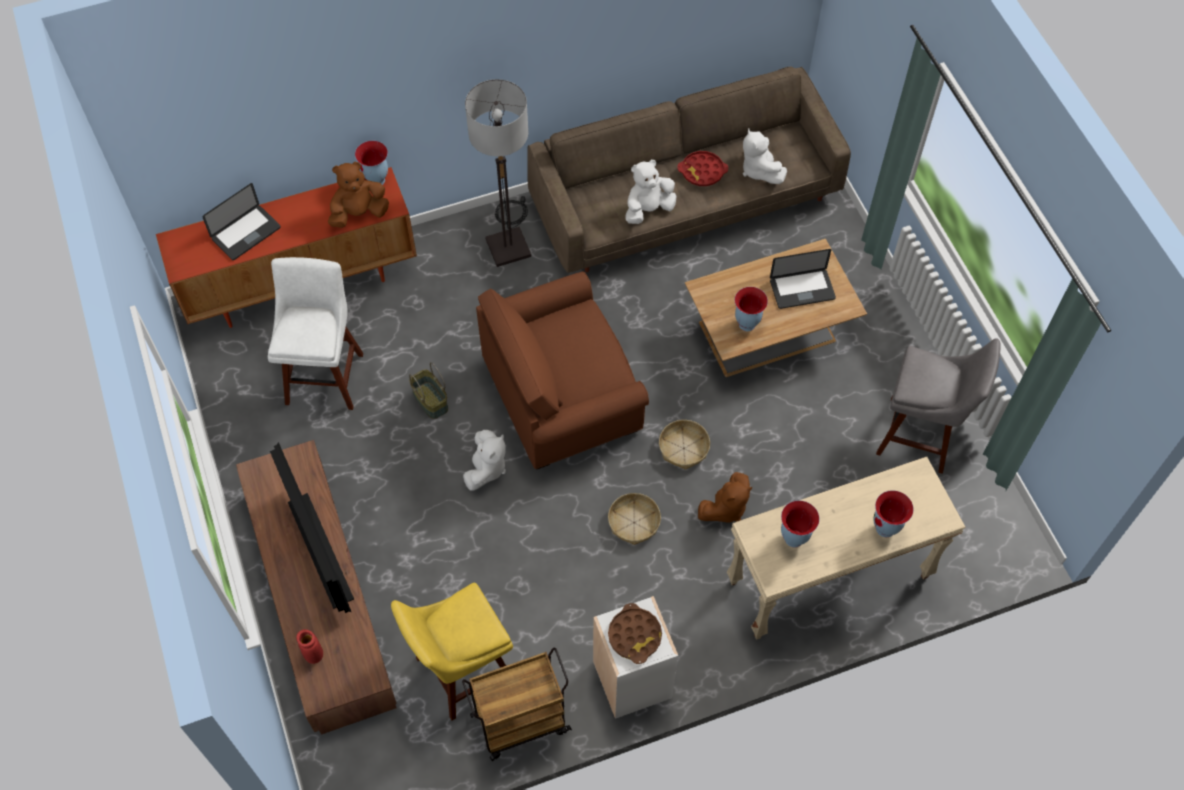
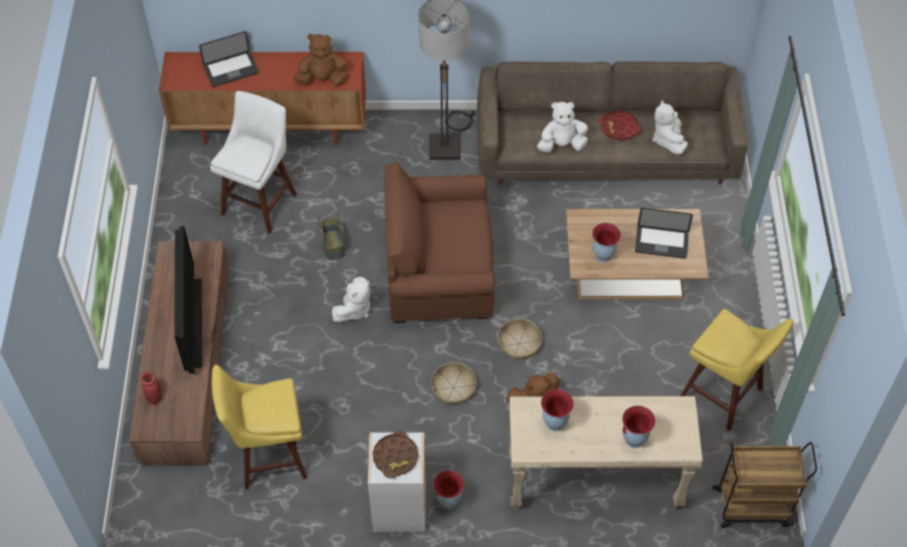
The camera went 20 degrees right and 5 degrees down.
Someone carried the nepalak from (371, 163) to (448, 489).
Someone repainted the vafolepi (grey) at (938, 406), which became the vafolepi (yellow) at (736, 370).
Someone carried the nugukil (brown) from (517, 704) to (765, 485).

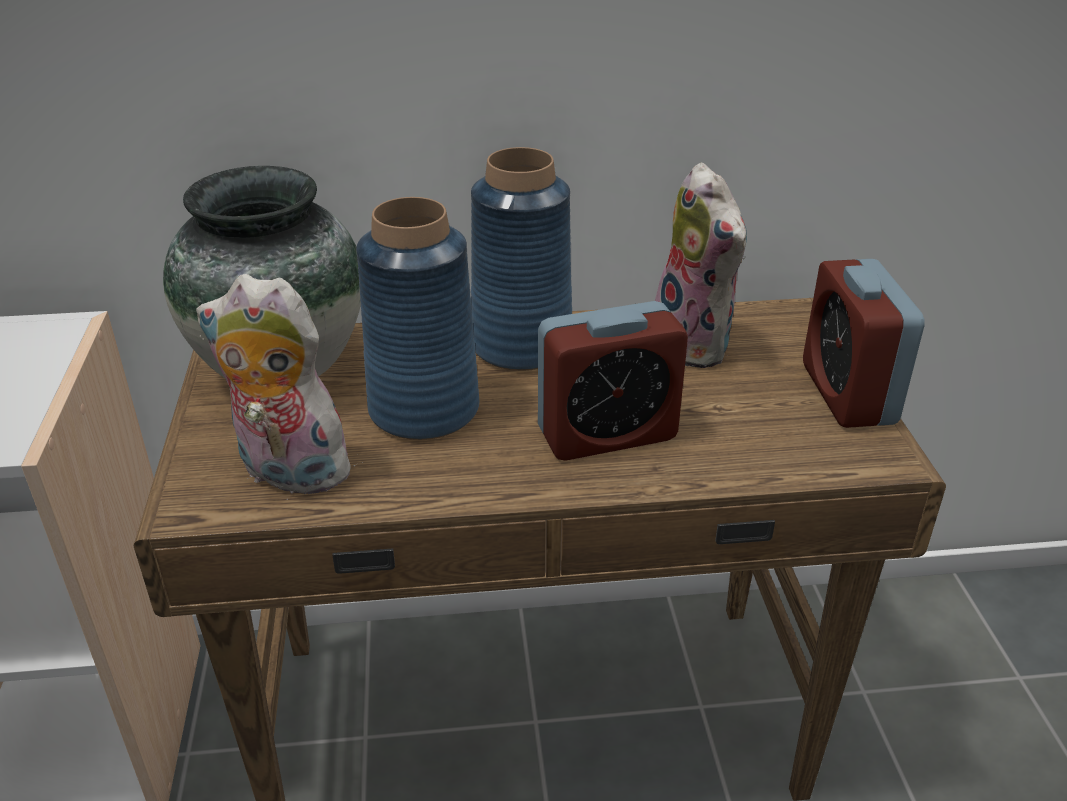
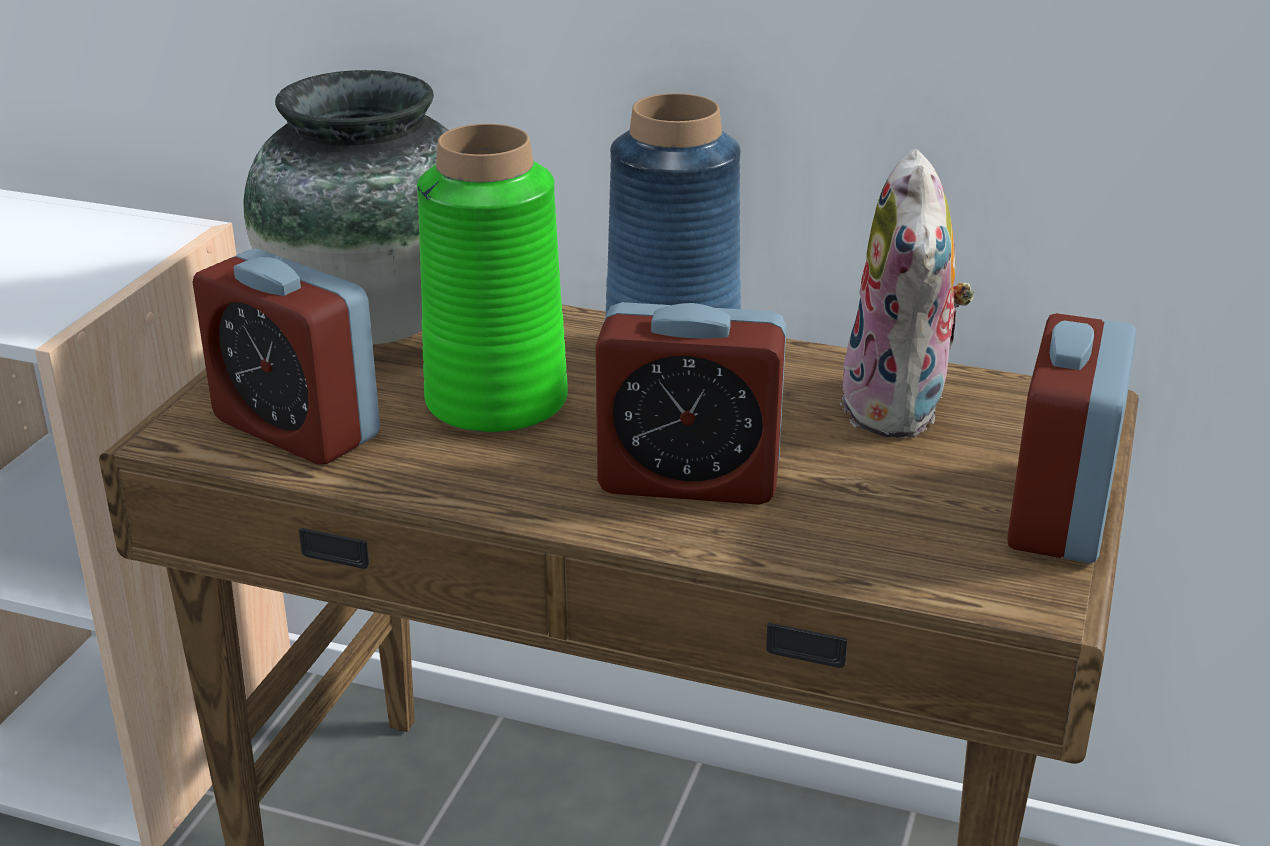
The camera went 25 degrees right and 5 degrees down.
Someone repainted the nepalak (blue) at (417, 318), which became the nepalak (green) at (492, 279).
Someone swapped the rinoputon at (279, 384) for the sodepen at (286, 357).

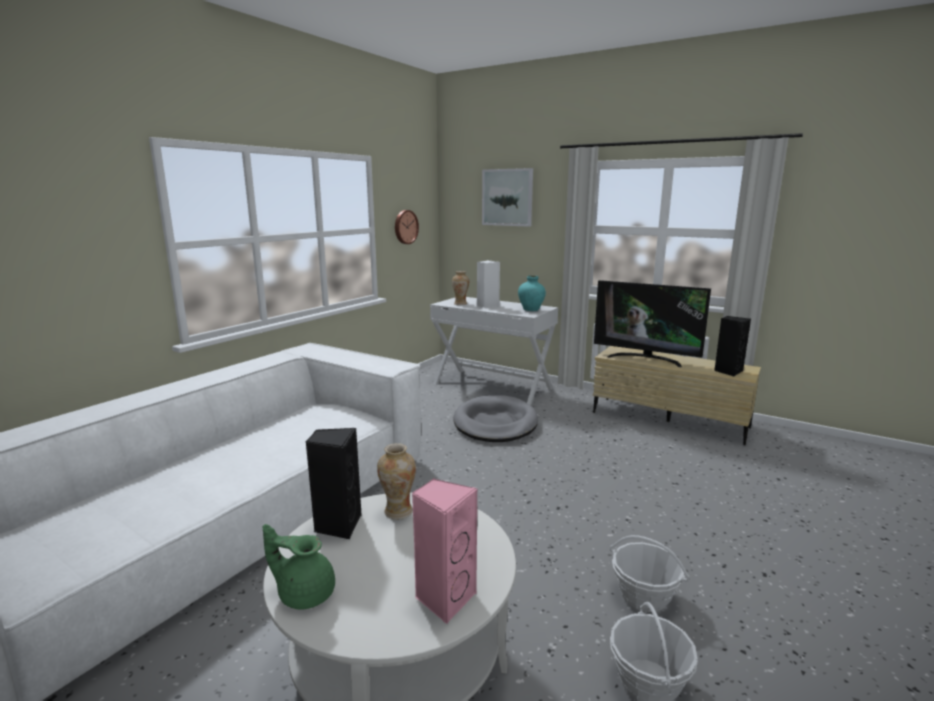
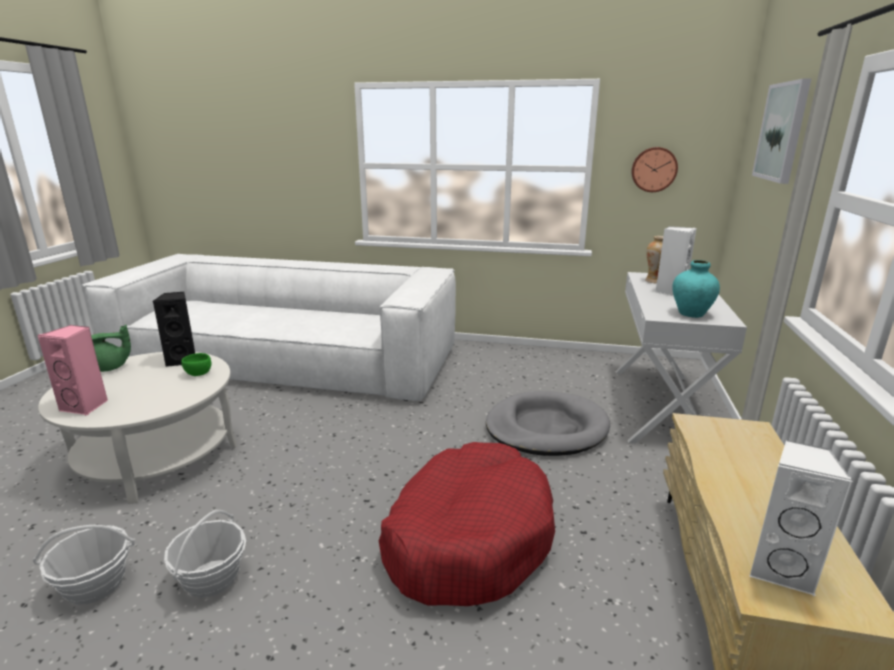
The camera went 70 degrees right and 5 degrees up.
Someone took away the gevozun at (652, 323).
Someone repainted the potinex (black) at (732, 346), which became the potinex (white) at (801, 518).
Someone swapped the nepalak at (396, 481) for the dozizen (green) at (196, 364).
Someone rotated the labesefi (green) at (299, 567) by 75 degrees clockwise.
Someone put down the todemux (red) at (467, 524).

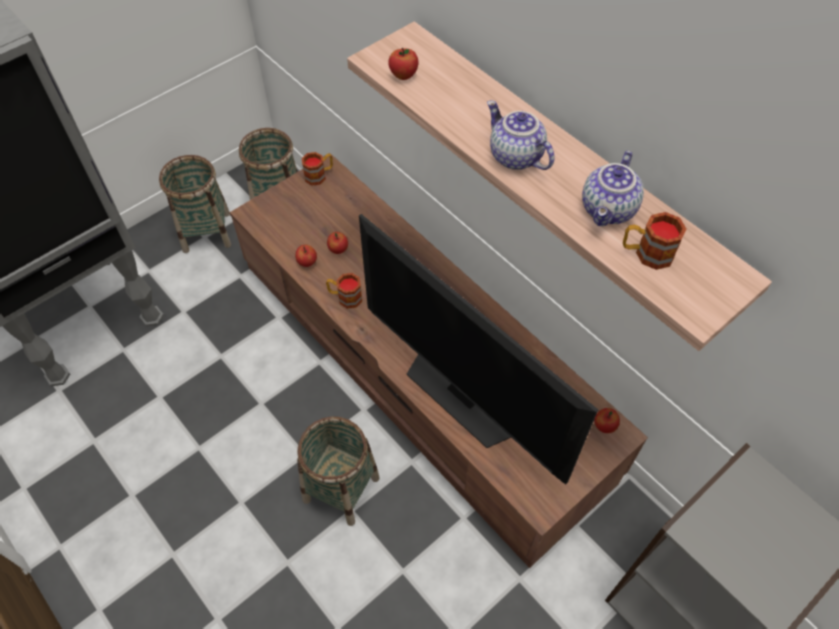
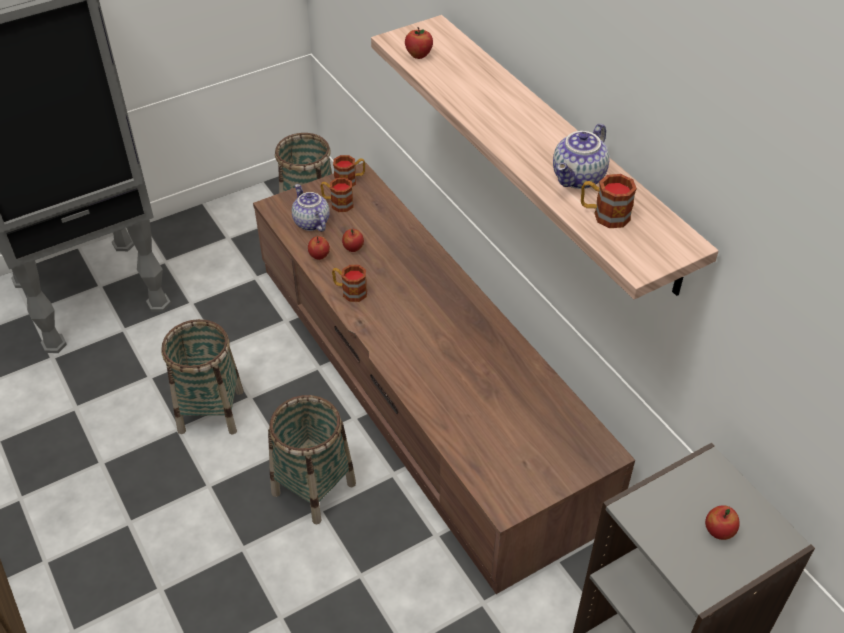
The camera went 10 degrees right and 10 degrees down.
Someone carried the labesefi from (520, 135) to (311, 208).
Someone carried the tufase from (195, 204) to (202, 377).
Someone took away the gevozun at (478, 349).
Someone carried the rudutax from (607, 420) to (722, 522).
Someone put down the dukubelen at (336, 195).

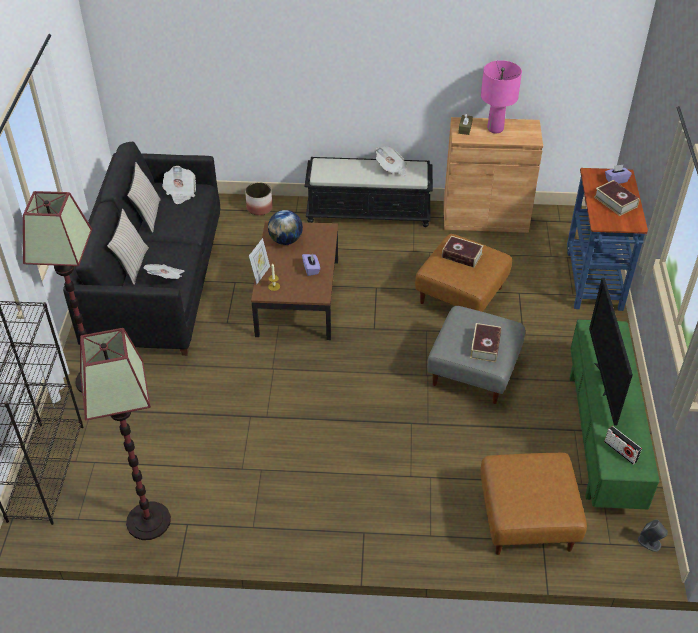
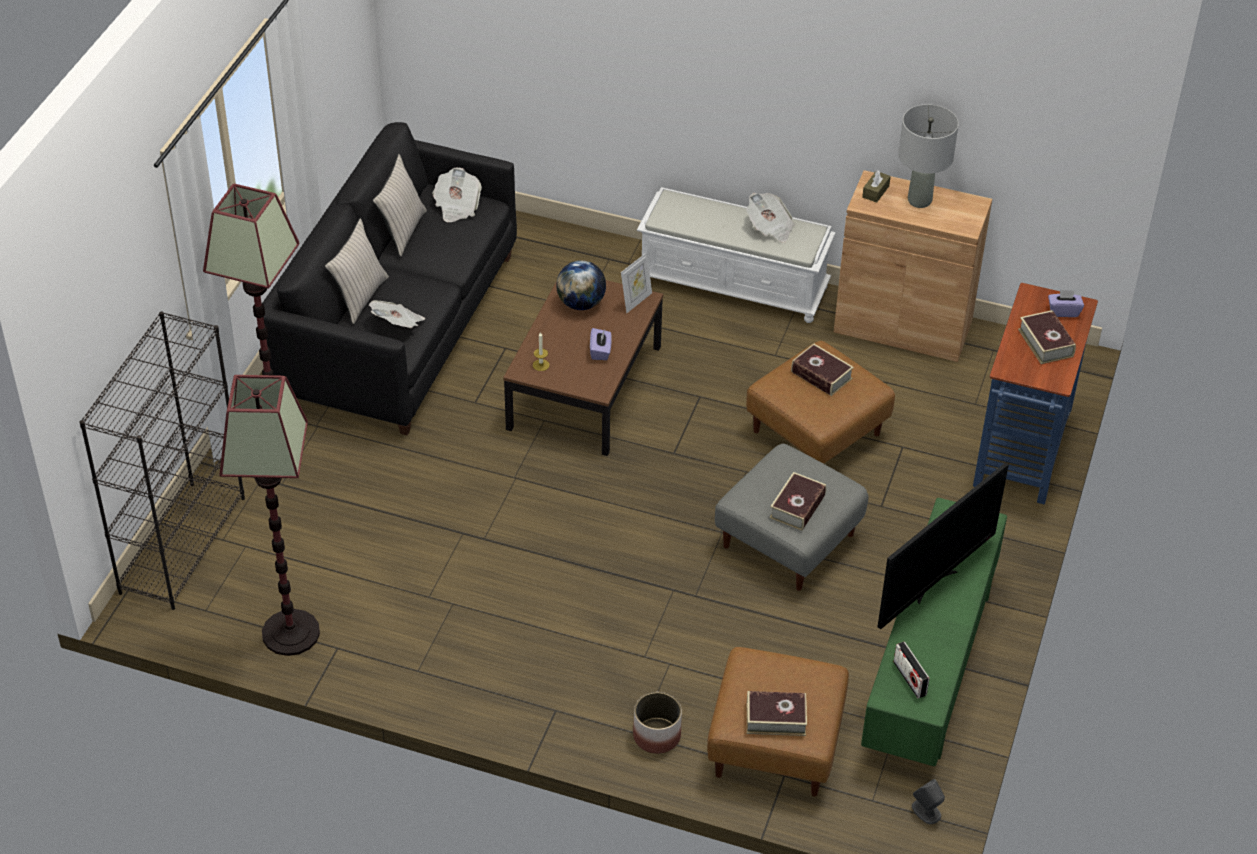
The camera went 15 degrees right and 0 degrees up.
Someone repainted the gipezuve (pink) at (501, 96), which became the gipezuve (grey) at (928, 156).
Someone repainted the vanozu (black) at (368, 192), which became the vanozu (white) at (736, 255).
Someone carried the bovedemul from (259, 198) to (657, 723).
Someone carried the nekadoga from (259, 261) to (636, 282).
Someone rotated the gevozun at (611, 352) by 150 degrees counterclockwise.
Someone put down the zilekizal at (777, 713).

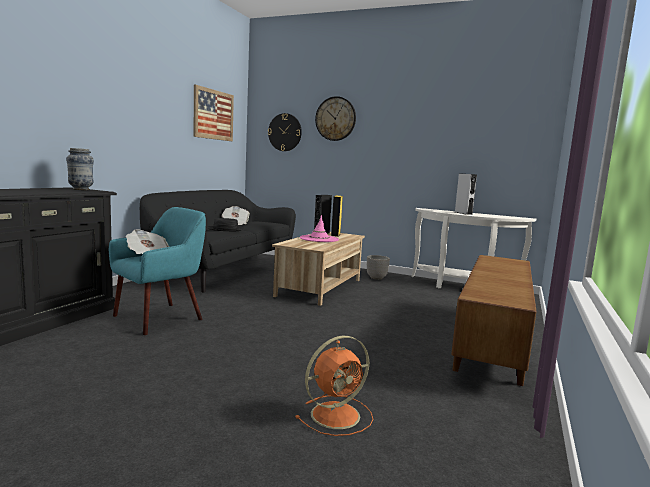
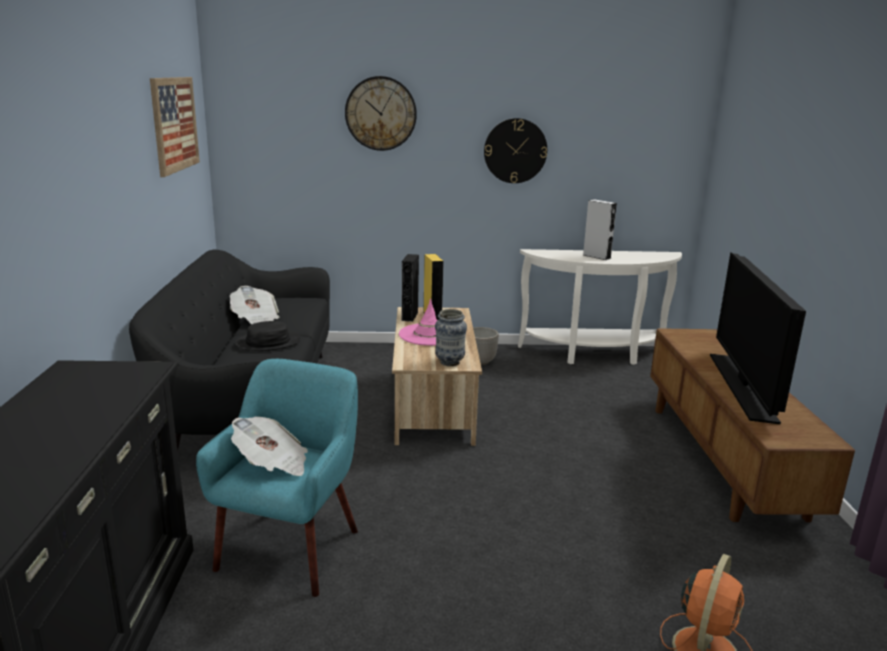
The camera went 25 degrees left and 10 degrees up.
Someone carried the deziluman from (285, 132) to (515, 150).
Someone carried the nepalak from (80, 169) to (451, 337).
Someone put down the gevozun at (758, 338).

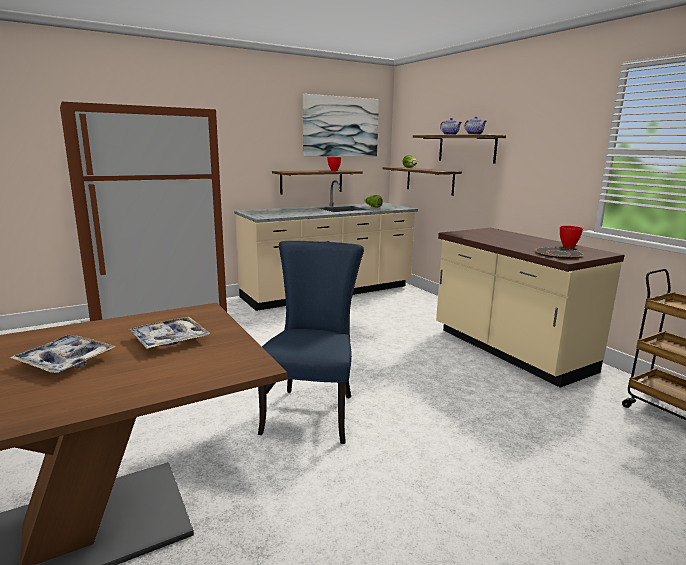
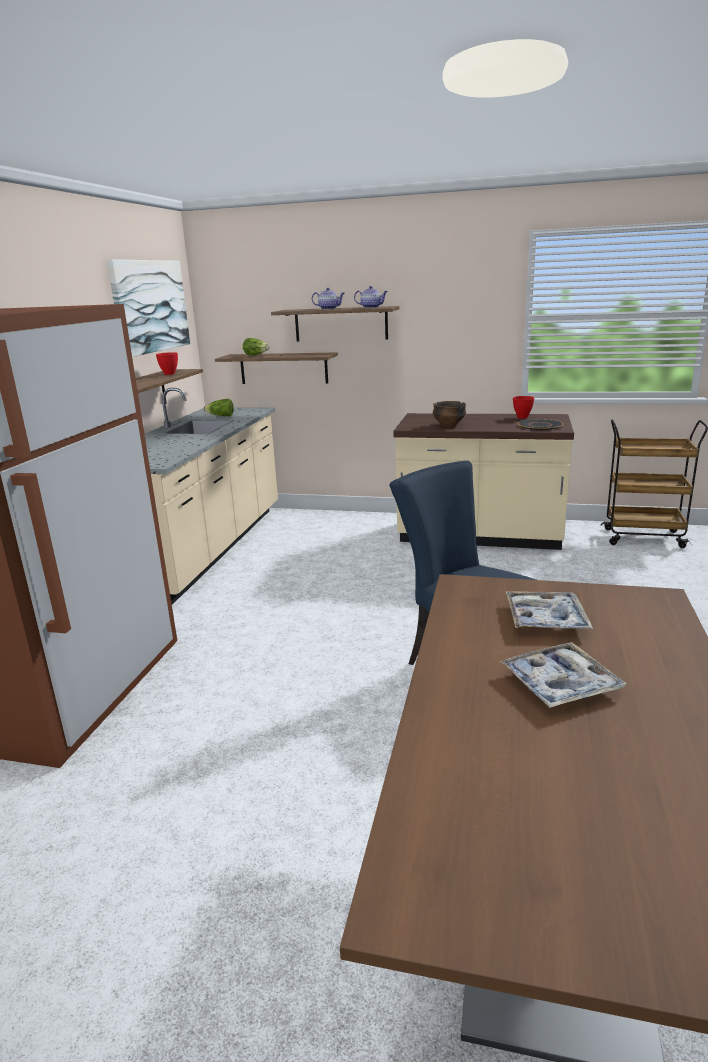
The camera went 45 degrees left and 5 degrees up.
Someone put down the dozizen at (449, 414).

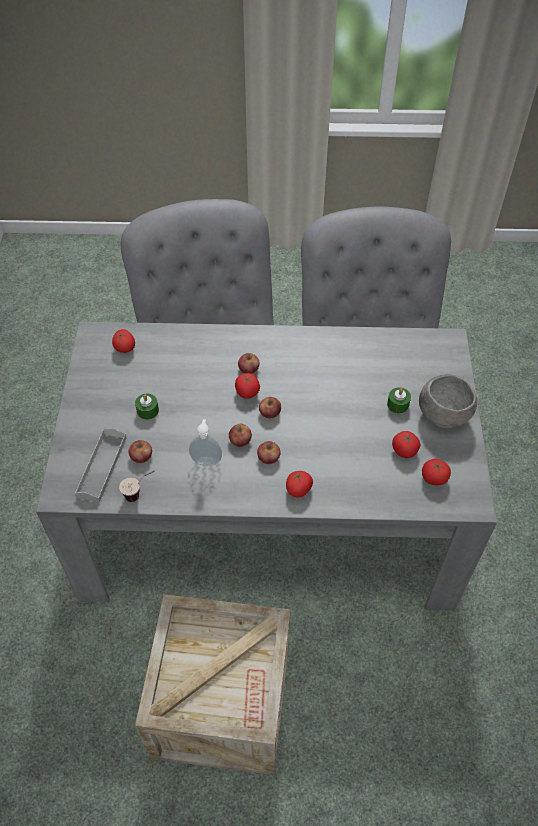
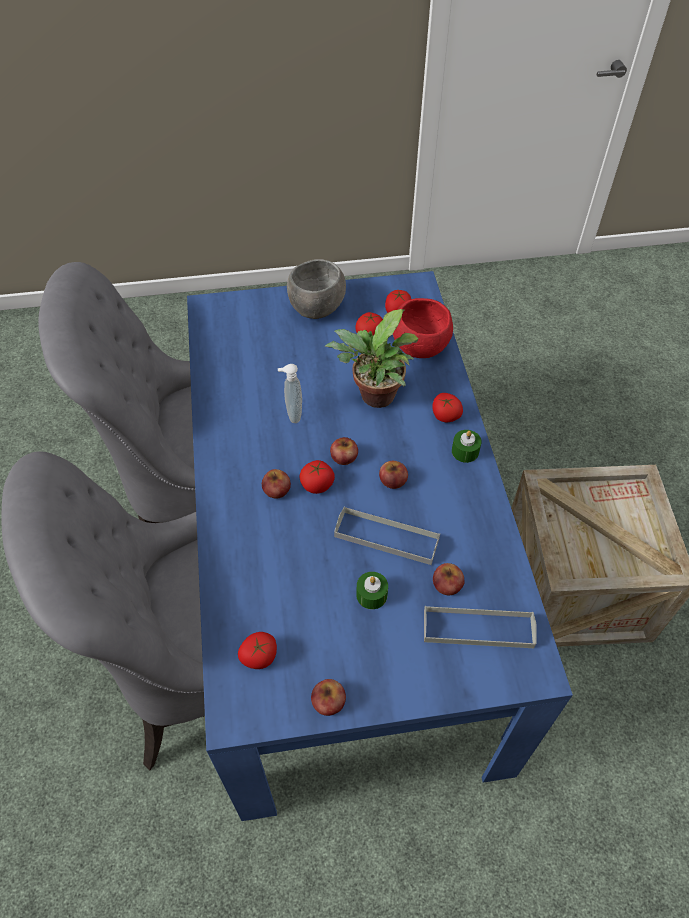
The camera went 100 degrees left and 0 degrees up.
Someone repainted the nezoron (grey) at (266, 466), which became the nezoron (blue) at (380, 546).
Someone carried the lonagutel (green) from (399, 400) to (467, 446).
Someone carried the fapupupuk from (205, 442) to (290, 393).
Someone carried the rudutax from (269, 452) to (328, 697).
Someone took away the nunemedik at (137, 486).
Someone put down the dozizen (red) at (423, 328).
Someone put down the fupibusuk at (372, 358).
Someone put down the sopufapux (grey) at (387, 535).

